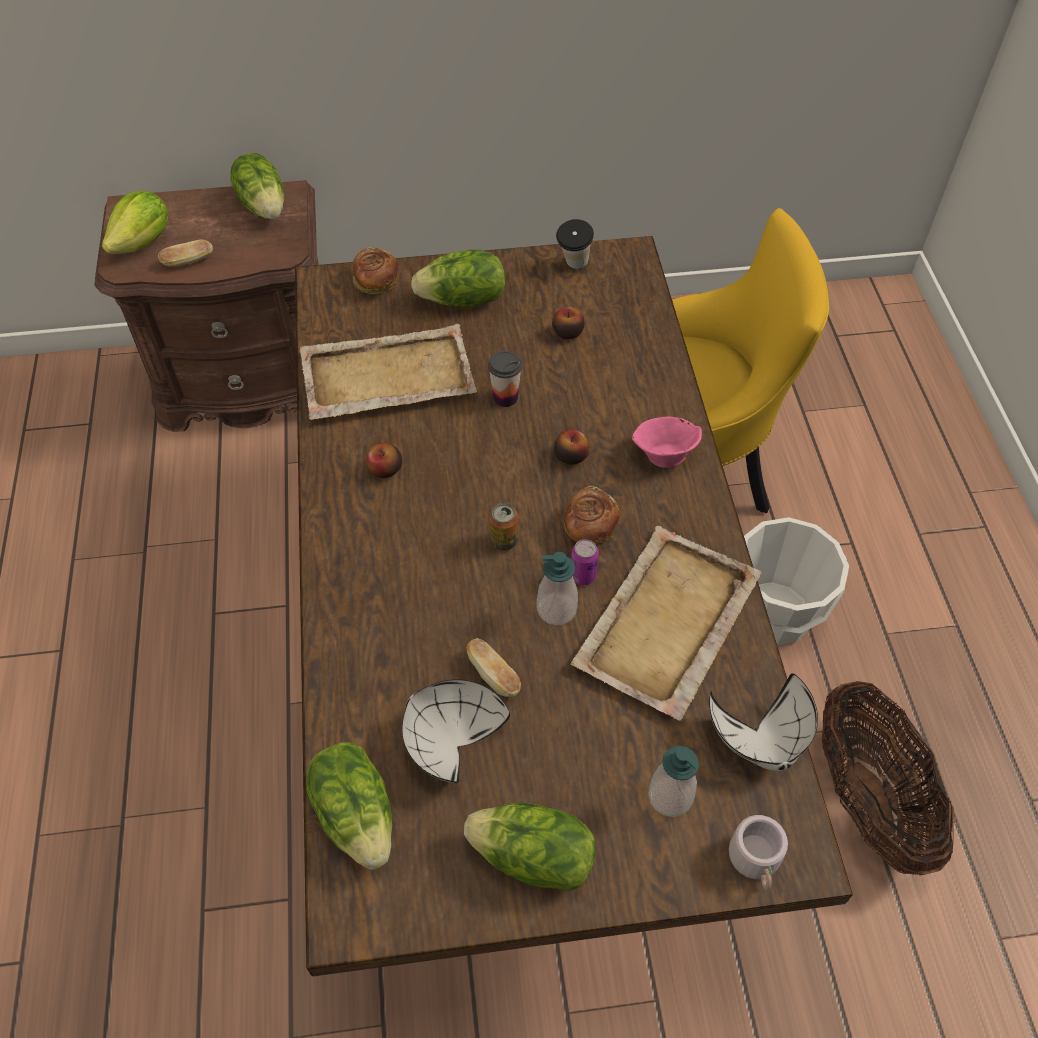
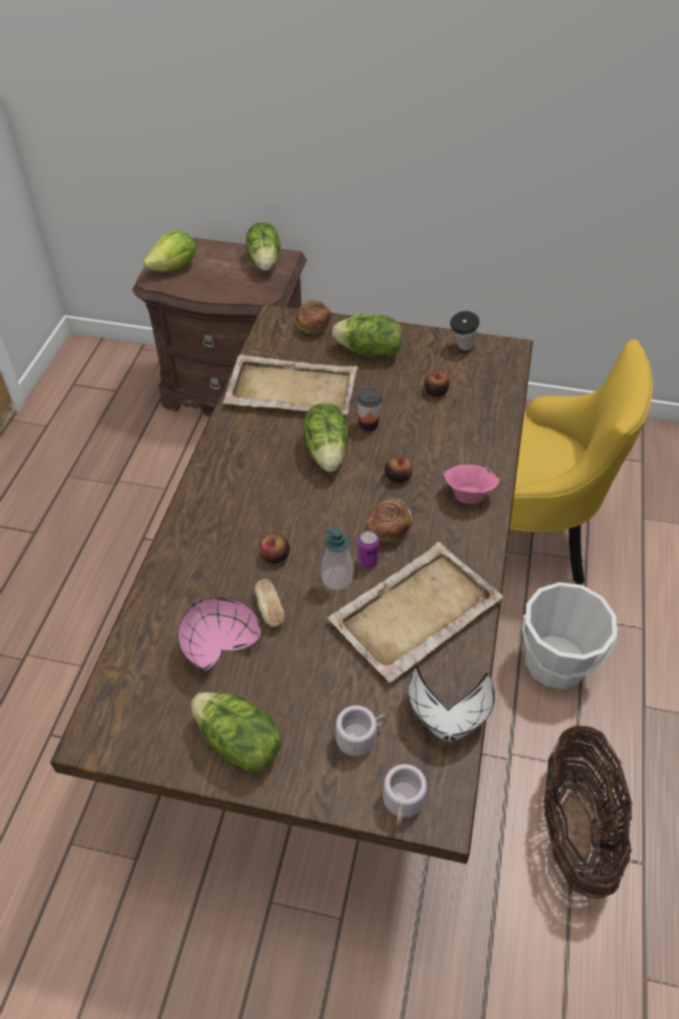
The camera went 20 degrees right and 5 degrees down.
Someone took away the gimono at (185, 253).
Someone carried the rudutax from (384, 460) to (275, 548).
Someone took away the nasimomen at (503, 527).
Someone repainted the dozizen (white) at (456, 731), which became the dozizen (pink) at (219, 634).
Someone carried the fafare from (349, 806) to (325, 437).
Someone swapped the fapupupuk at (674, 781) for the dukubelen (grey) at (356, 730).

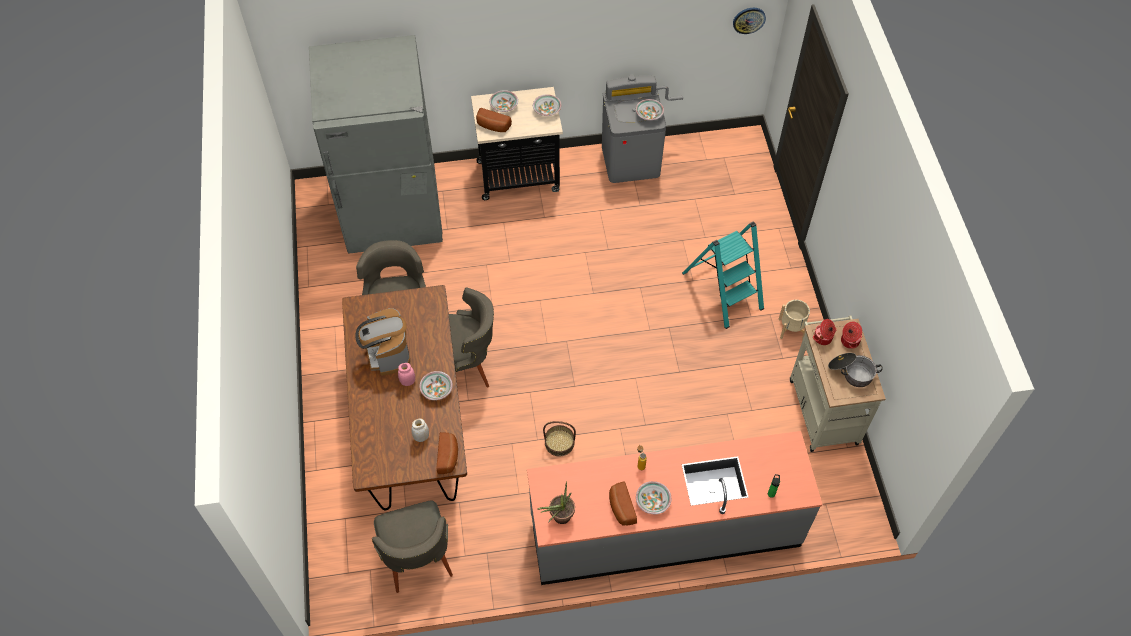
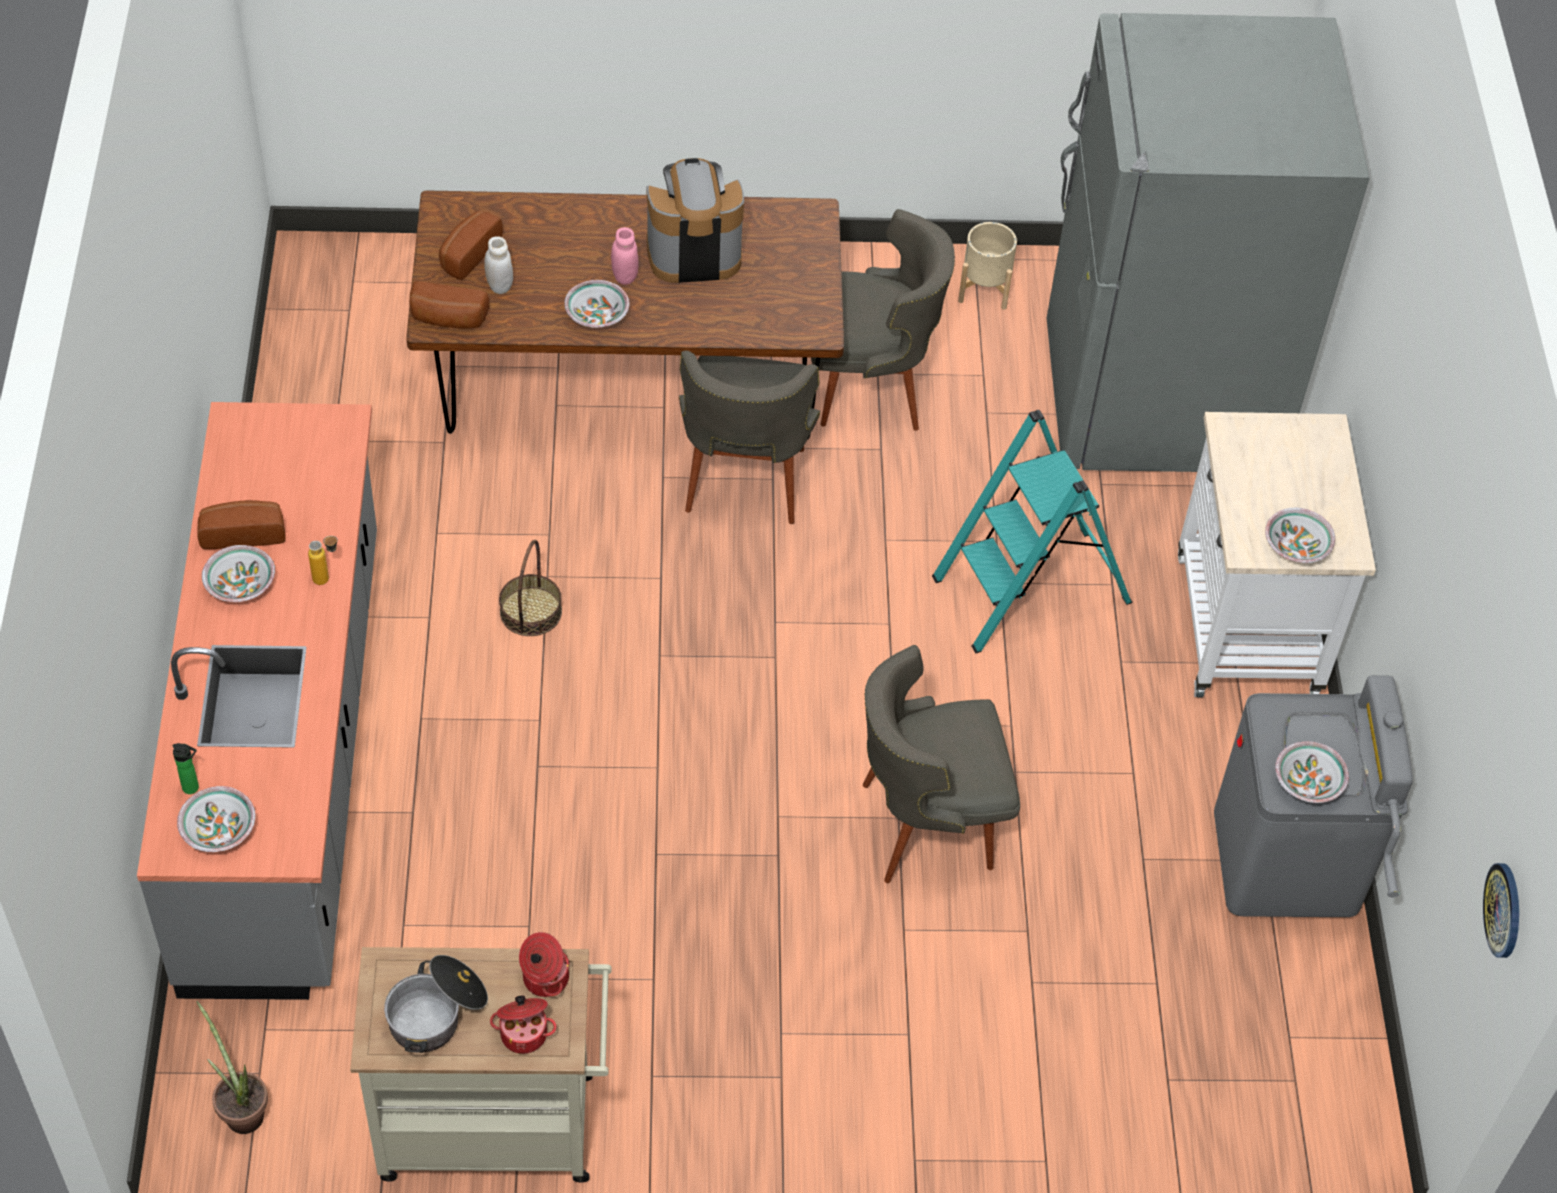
The camera went 95 degrees right and 5 degrees down.
Someone repainted the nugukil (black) at (517, 143), which became the nugukil (white) at (1277, 555).
Someone carried the dozizen from (503, 101) to (216, 819).
Someone carried the gimono from (494, 120) to (471, 245).
Someone carried the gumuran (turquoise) from (723, 275) to (1032, 531).
Someone carried the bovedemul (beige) from (794, 319) to (987, 266).
Someone carried the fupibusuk from (556, 502) to (232, 1067).
Someone carried the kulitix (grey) from (412, 546) to (941, 764).

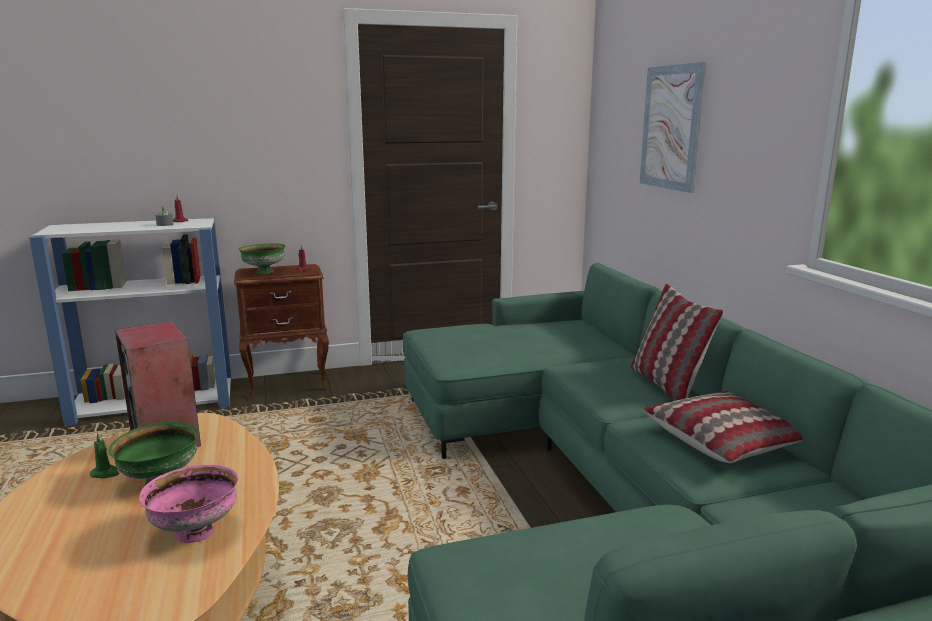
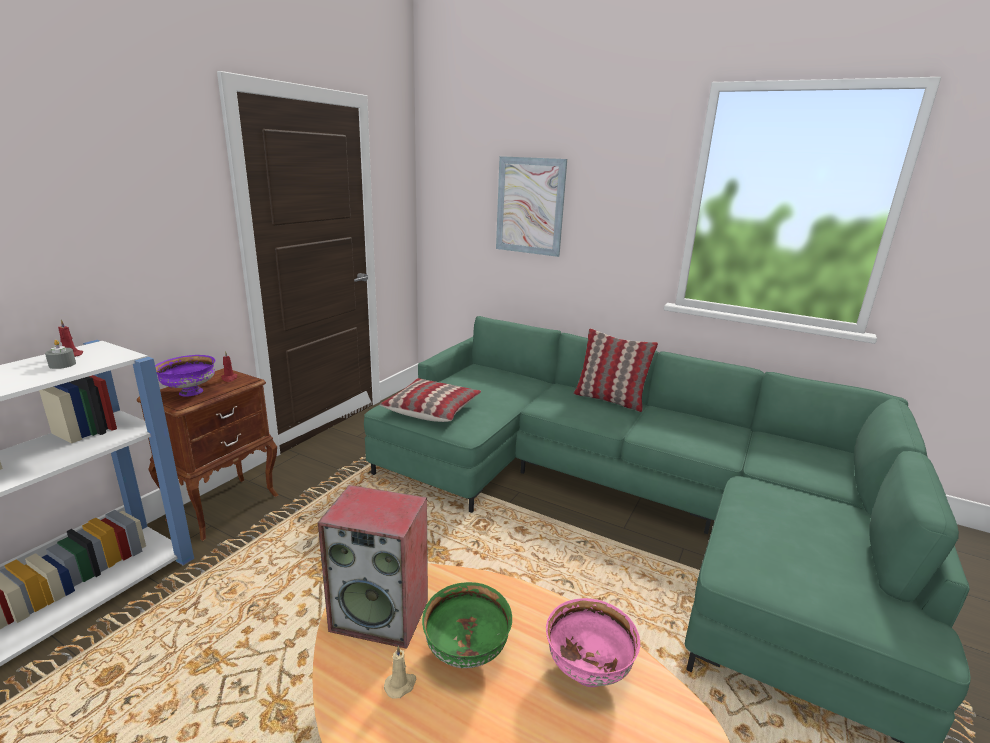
The camera went 45 degrees left and 5 degrees up.
Someone repainted the dozizen (green) at (262, 259), which became the dozizen (purple) at (185, 376).
Someone carried the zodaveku from (722, 426) to (430, 400).
Someone repainted the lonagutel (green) at (104, 455), which became the lonagutel (beige) at (400, 671).

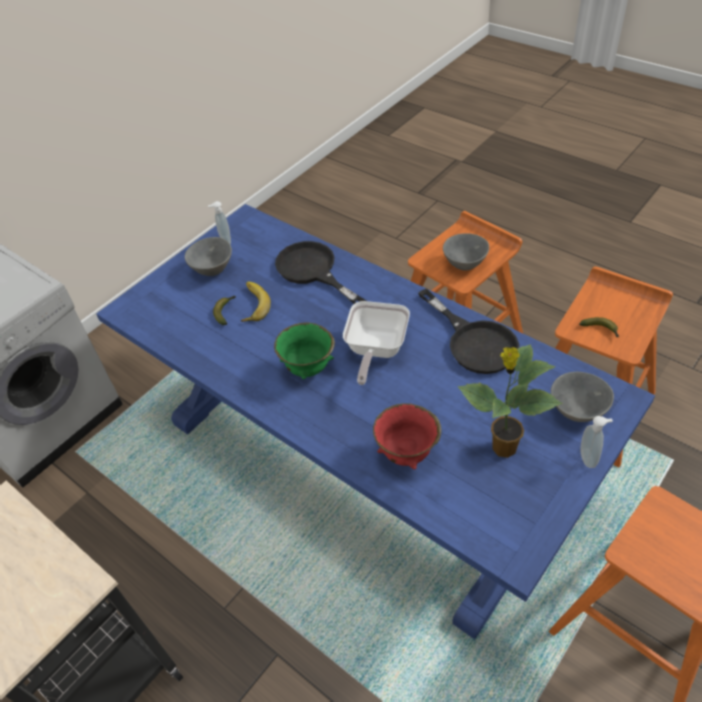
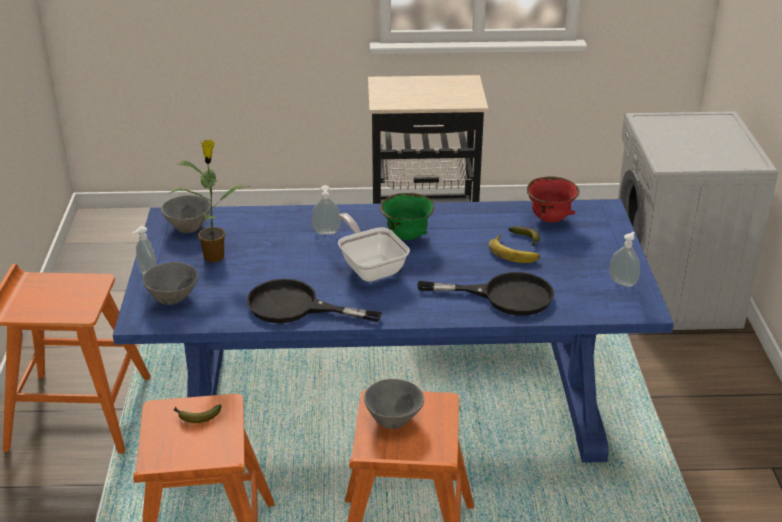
The camera went 135 degrees right and 15 degrees down.
Someone carried the dozizen (grey) from (208, 256) to (186, 214).
Someone carried the dozizen (red) from (407, 436) to (553, 199).
Someone put down the fapupupuk at (326, 209).

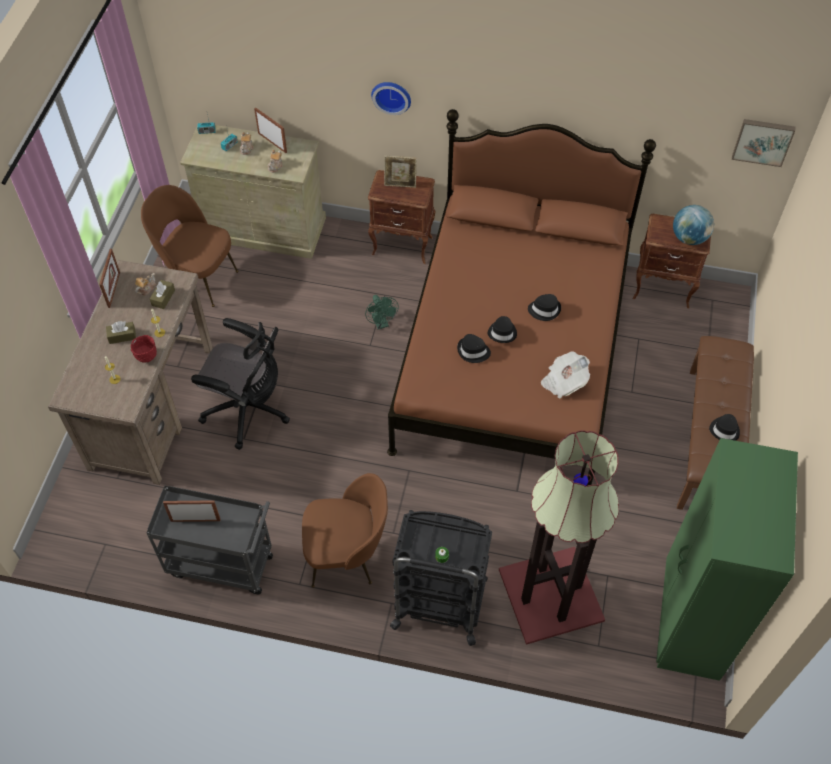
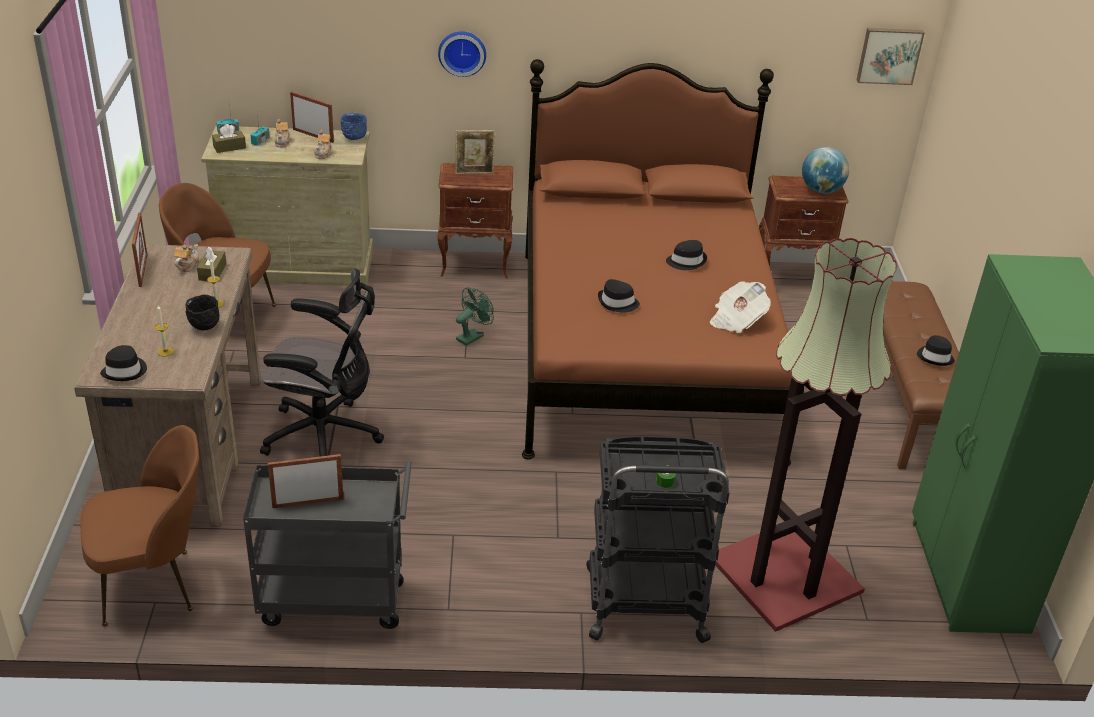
The camera went 15 degrees left and 20 degrees down.
Someone rotated the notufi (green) at (382, 312) by 105 degrees counterclockwise.
Someone carried the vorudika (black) from (502, 329) to (123, 363).
Someone carried the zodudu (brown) from (121, 332) to (229, 138).
Someone repainted the dozizen (red) at (144, 349), which became the dozizen (black) at (202, 312).
Someone carried the kulitix (brown) from (345, 530) to (139, 526).
Someone put down the dozizen (blue) at (353, 126).

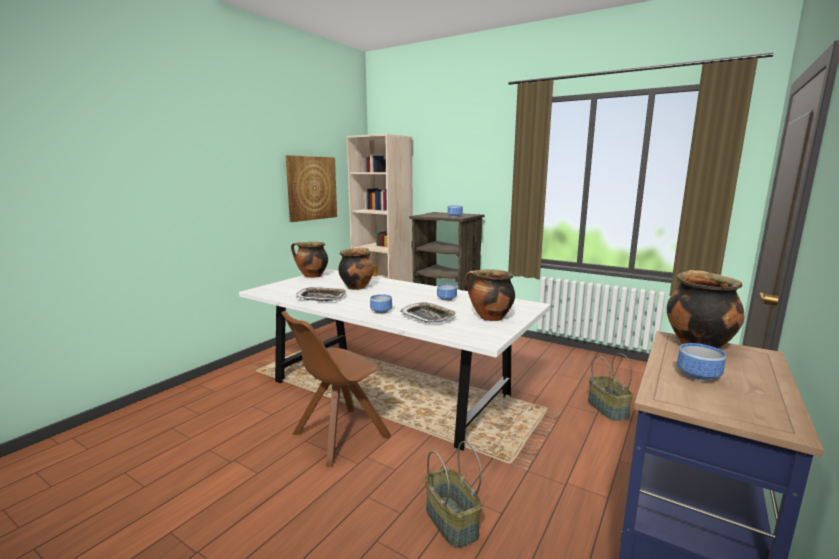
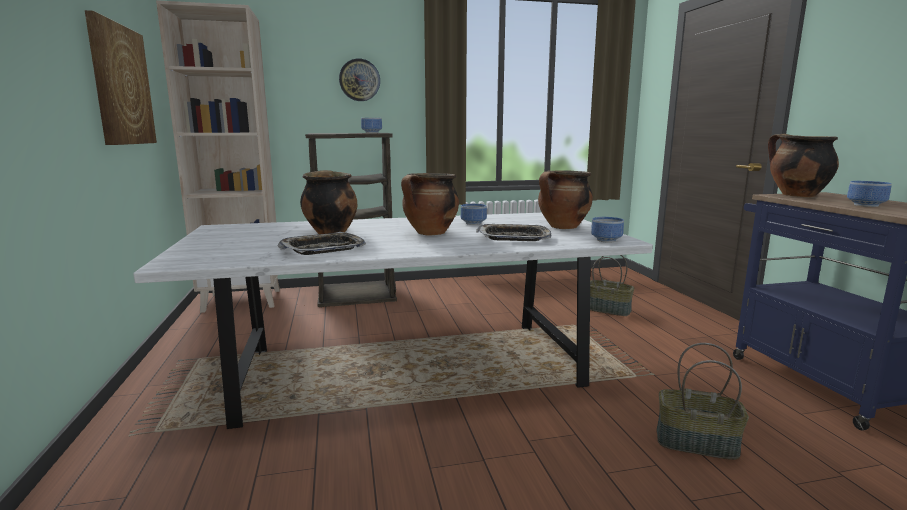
The camera went 45 degrees left and 0 degrees up.
Someone carried the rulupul from (309, 260) to (430, 204).
Someone carried the dozizen from (381, 304) to (607, 230).
Someone took away the kulitix (brown) at (336, 389).
Someone put up the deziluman at (359, 79).

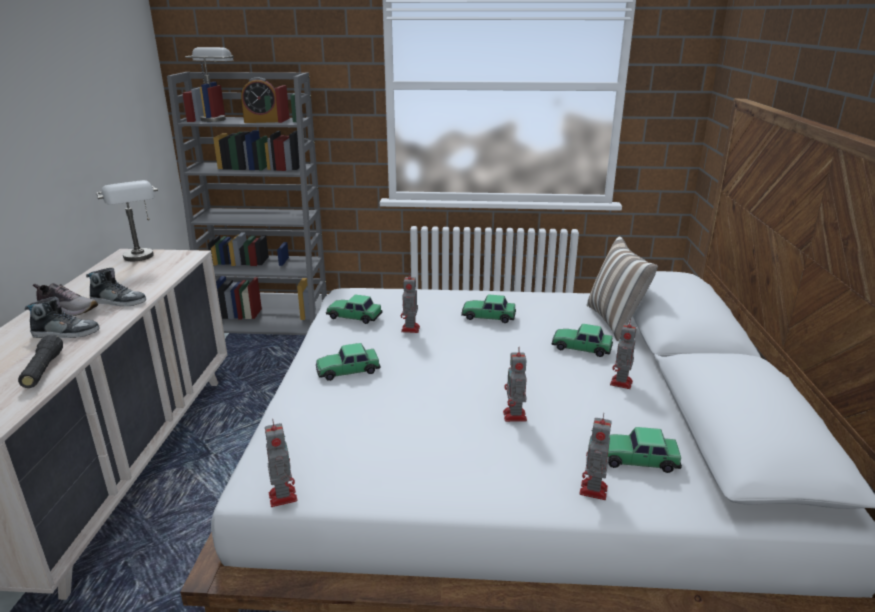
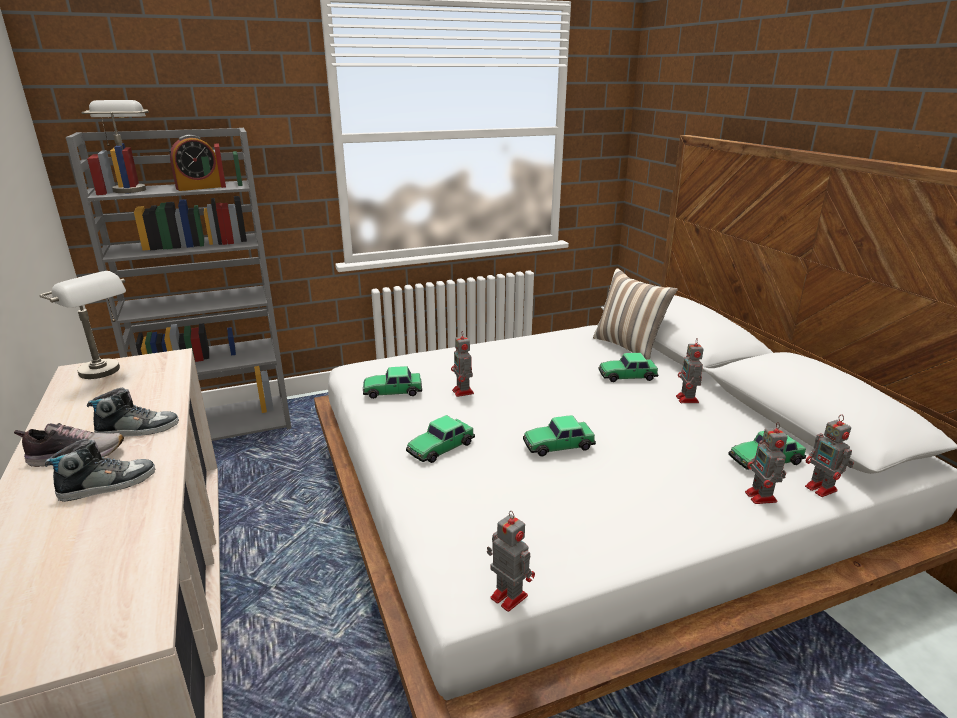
The camera went 25 degrees left and 0 degrees up.
Someone carried the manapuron from (488, 309) to (559, 436).
Someone took away the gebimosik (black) at (40, 361).
Someone carried the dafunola from (515, 385) to (829, 456).

